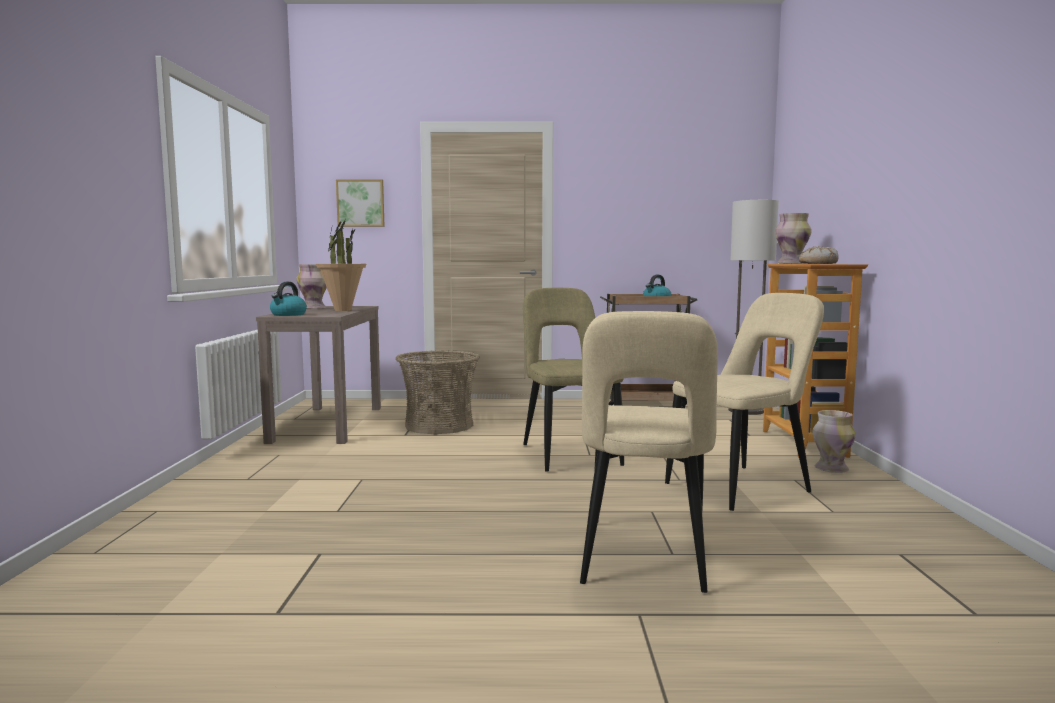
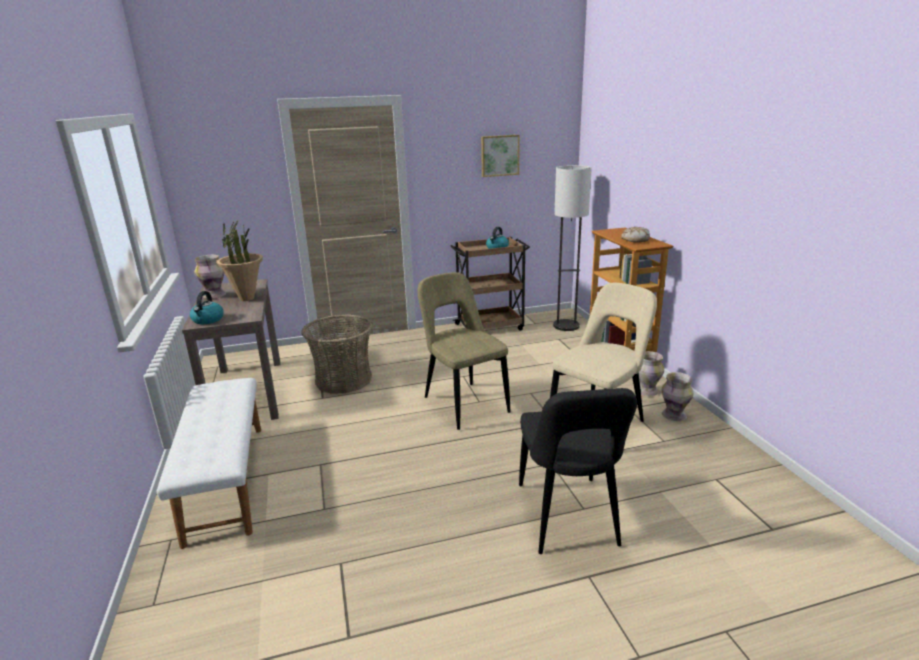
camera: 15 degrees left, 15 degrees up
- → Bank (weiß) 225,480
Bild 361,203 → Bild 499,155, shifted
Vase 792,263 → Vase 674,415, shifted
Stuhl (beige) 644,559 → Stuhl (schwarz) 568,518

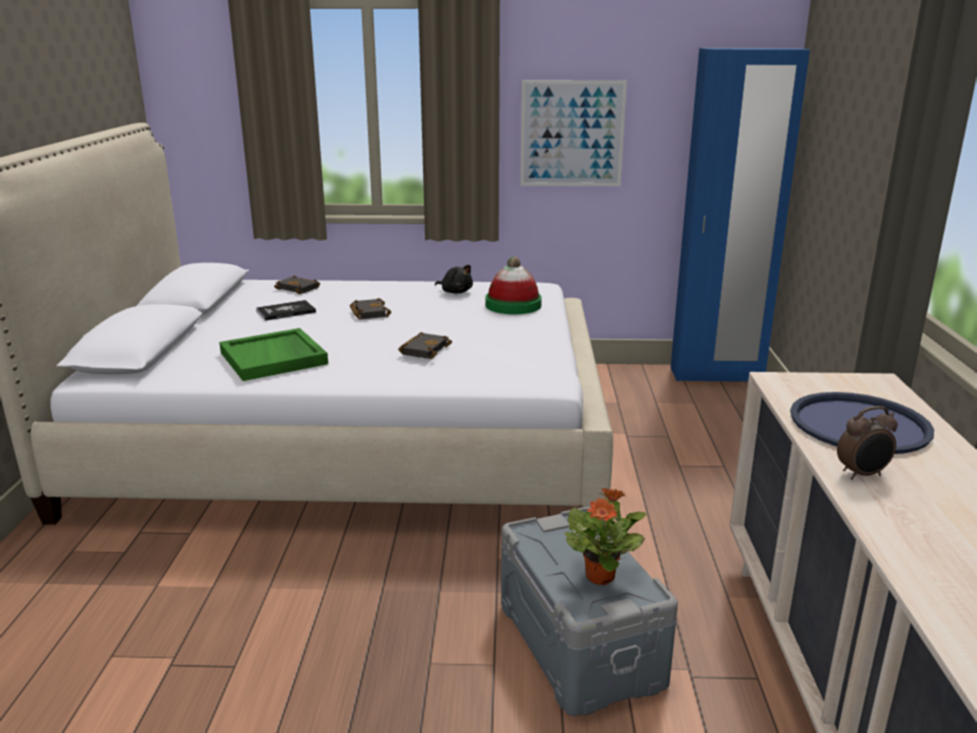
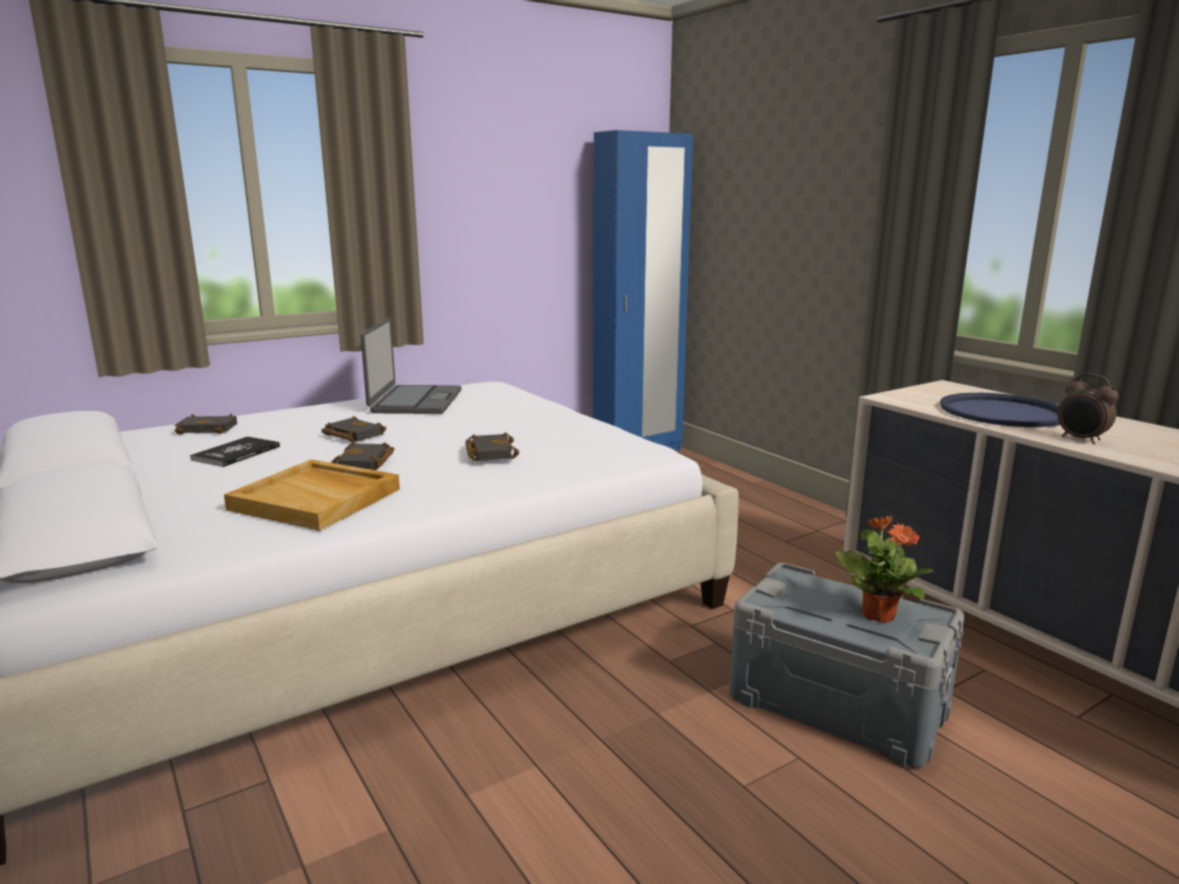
camera: 35 degrees left, 5 degrees down
Hut 513,305 → -
Bild 572,134 → -
- → Buch (schwarz) 365,463
Plüschtier (schwarz) 455,292 → Laptop 415,401
Tablett (grün) 274,358 → Tablett (beige) 317,499
Wecker 862,475 → Wecker 1081,439, 105 degrees clockwise

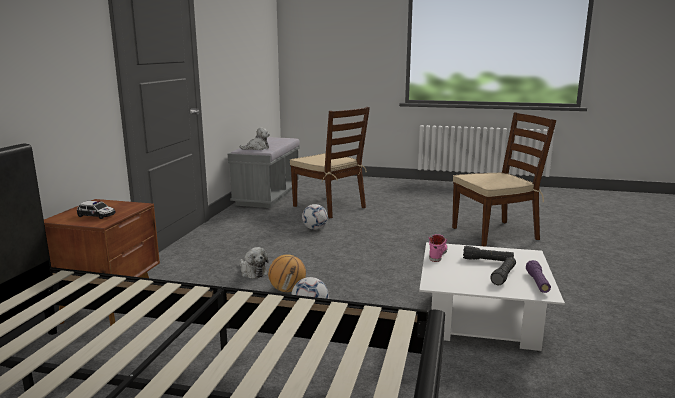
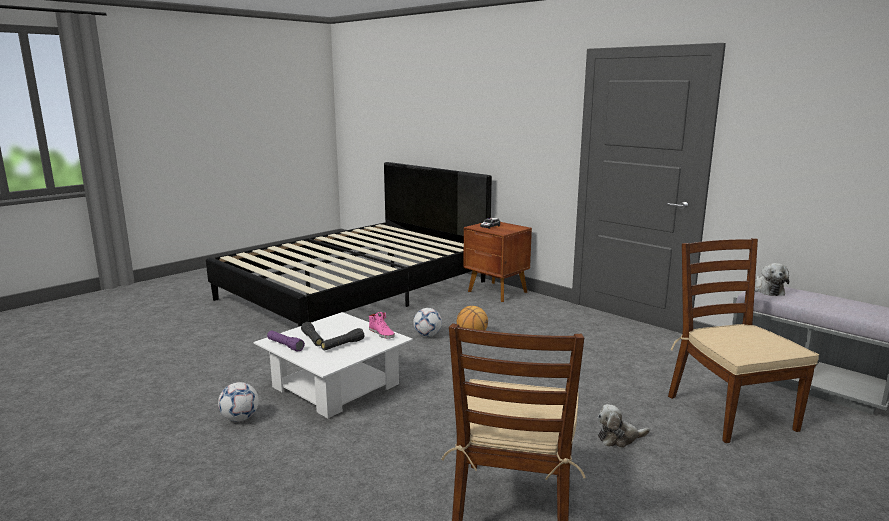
camera: 120 degrees right, 0 degrees up
Plüschtier 252,272 → Plüschtier 619,438, shifted
Fußball 315,229 → Fußball 240,418, shifted
Stuhl (braun) 330,207 → Stuhl (braun) 729,412, 90 degrees clockwise

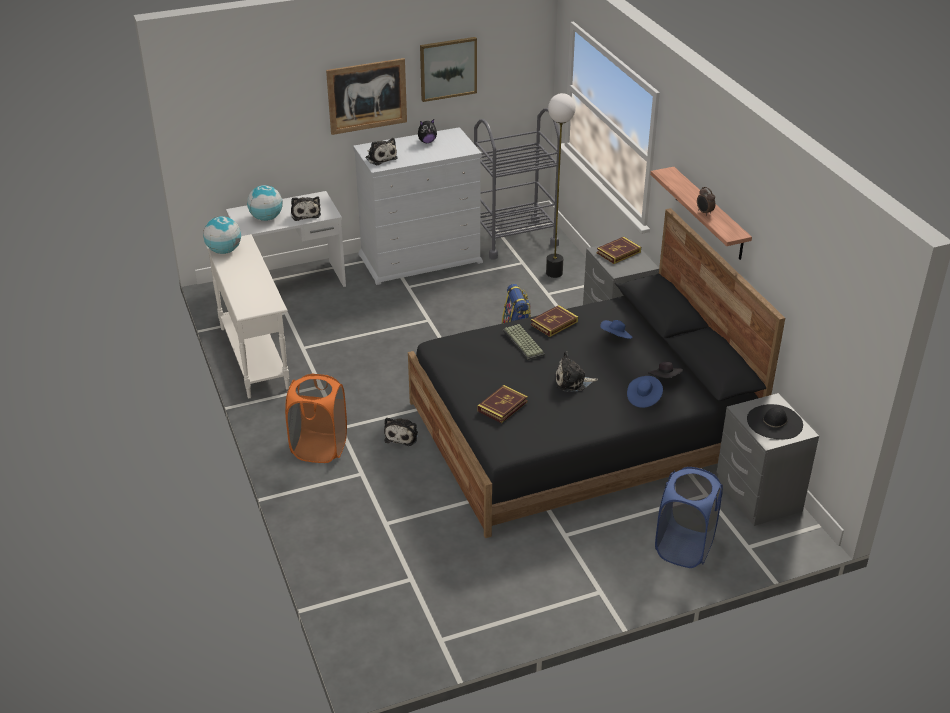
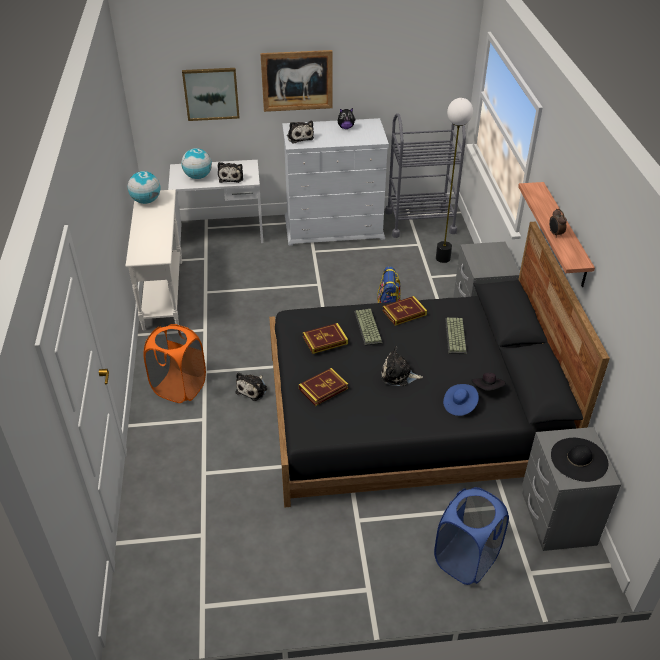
camera: 15 degrees right, 5 degrees up
Bild 448,68 → Bild 211,93, shifted
Buch 618,252 → Buch 325,340, shifted
Hut (blau) 616,337 → Tastatur 456,336

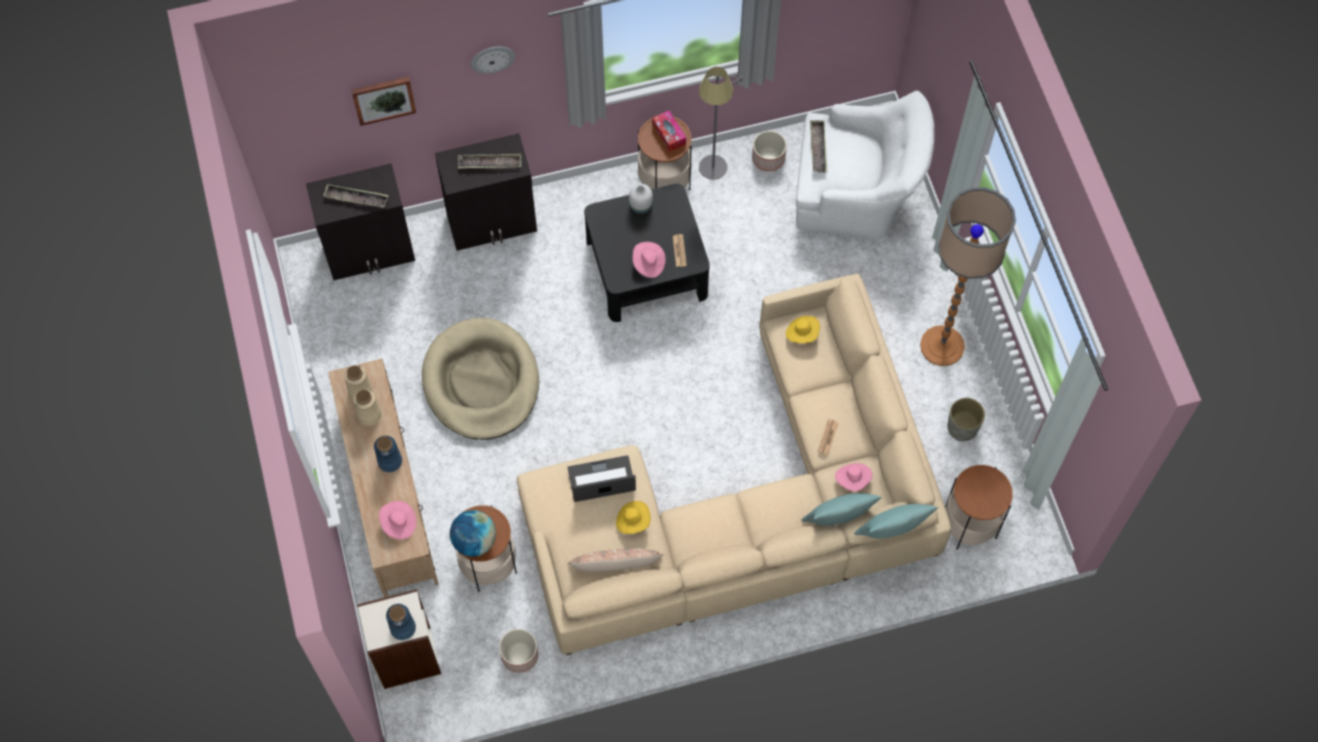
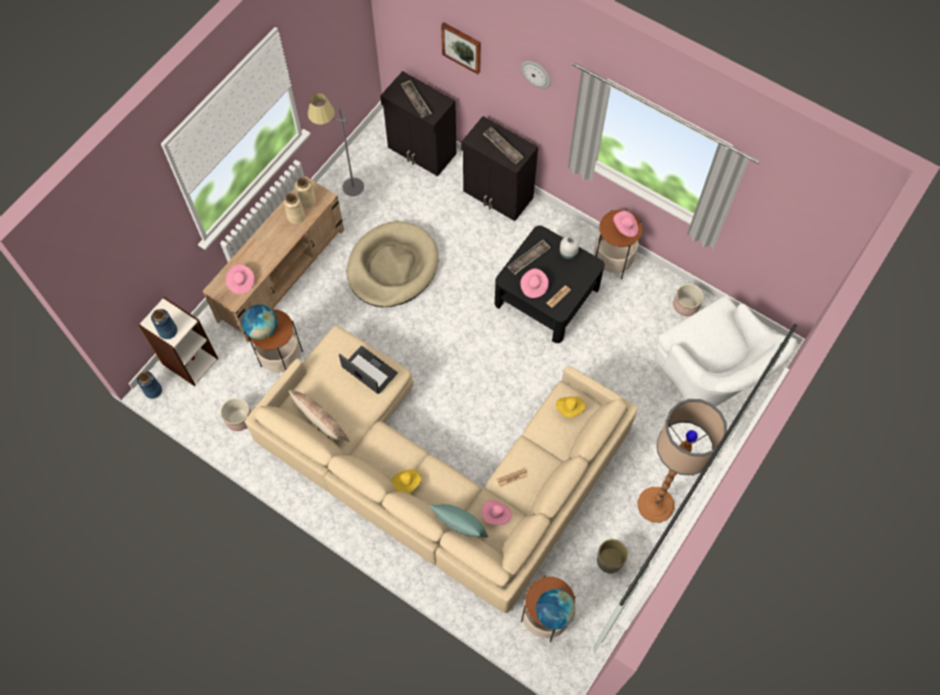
camera: 50 degrees right, 0 degrees up
Kissen (türkis) 891,533 → -
- → Globus 554,613
Vase (blau) 390,461 → Vase (blau) 153,390, shifted
Hut (gelb) 633,521 → Hut (gelb) 407,483, shifted
Stehlampe (grau) 713,178 → Stehlampe (grau) 345,192, shifted
Tablett 818,148 → Tablett 528,259, shifted
Taschentuchbox 669,134 → Hut (rosa) 625,228

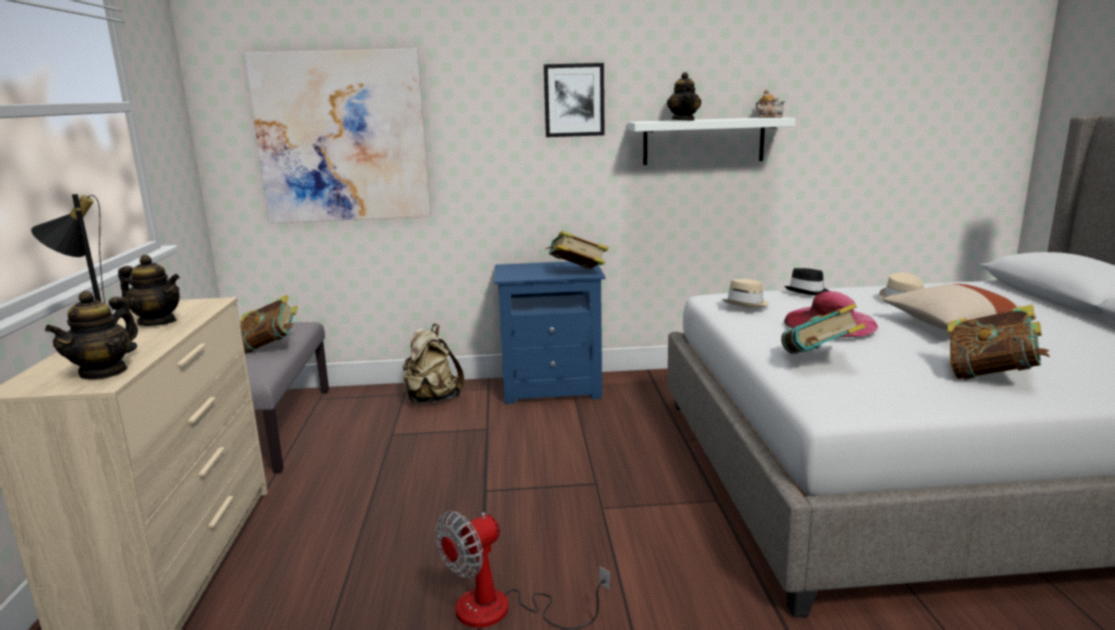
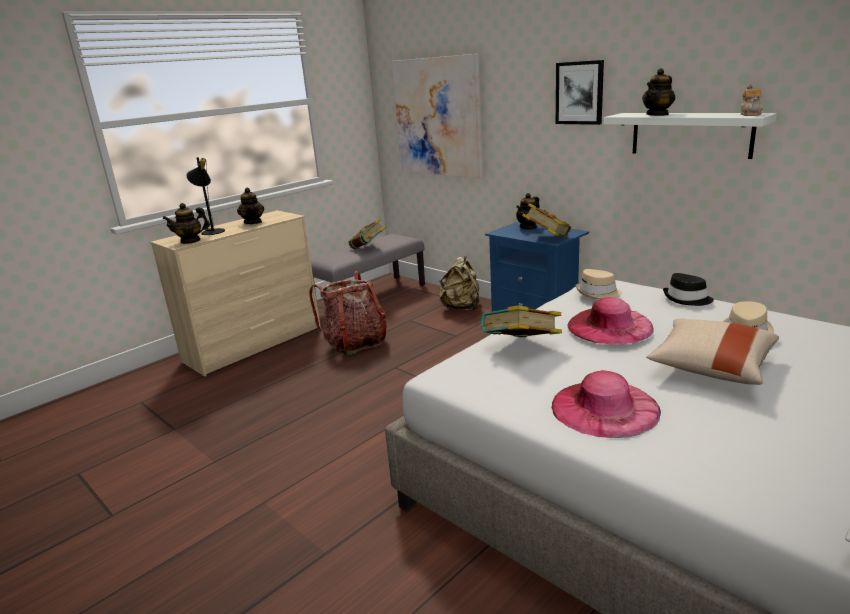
camera: 50 degrees right, 5 degrees up
Ventilator 502,611 → -
- → Rucksack 355,343
- → Teekanne 528,227
Buch 990,375 → Hut (rosa) 604,407

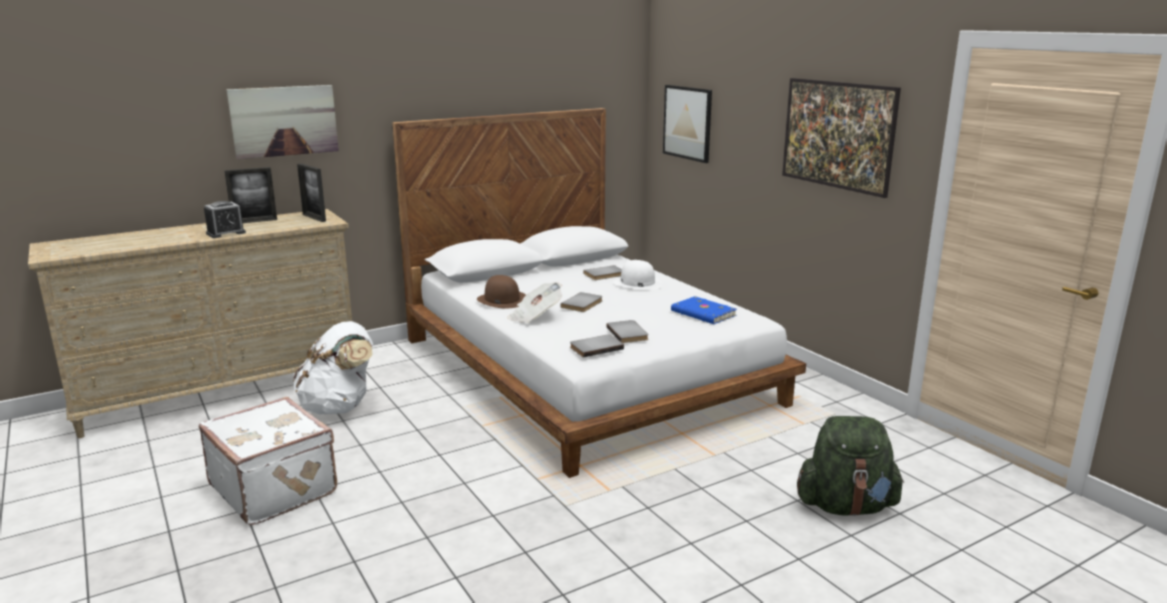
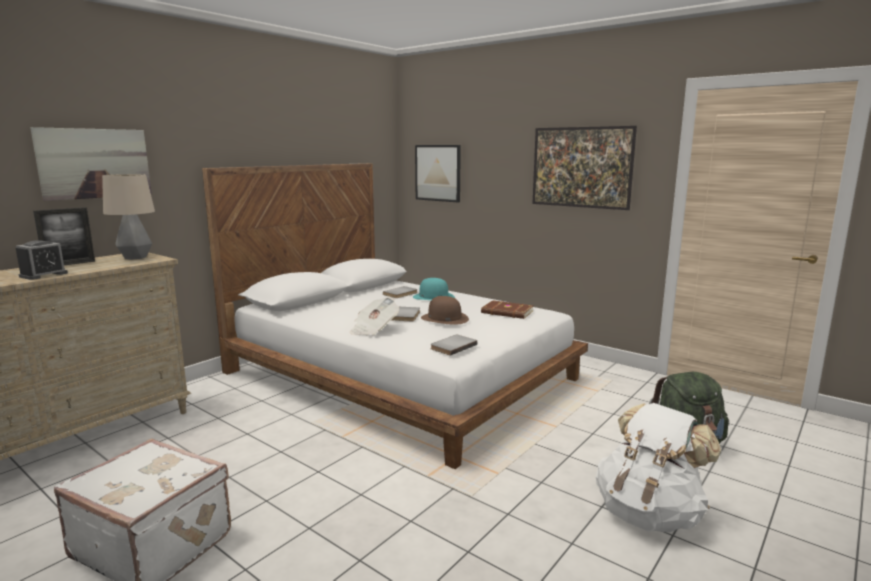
camera: 20 degrees left, 5 degrees down
Buch (grau) 629,333 → -
Rucksack (weiß) 339,407 → Rucksack (weiß) 649,513, shifted
Hut (braun) 501,300 → Hut (braun) 444,318, shifted
Bilderrahmen 314,218 → Tischlampe 136,257
Hut (weiß) 637,283 → Hut (türkis) 433,297
Buch (blau) 703,313 → Buch (braun) 507,312

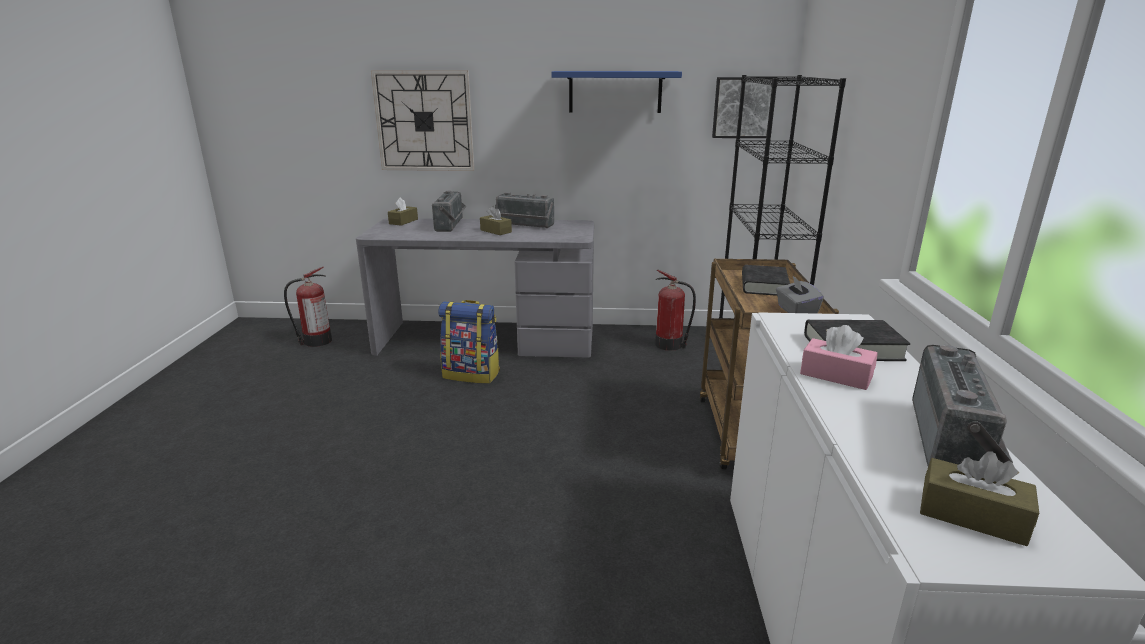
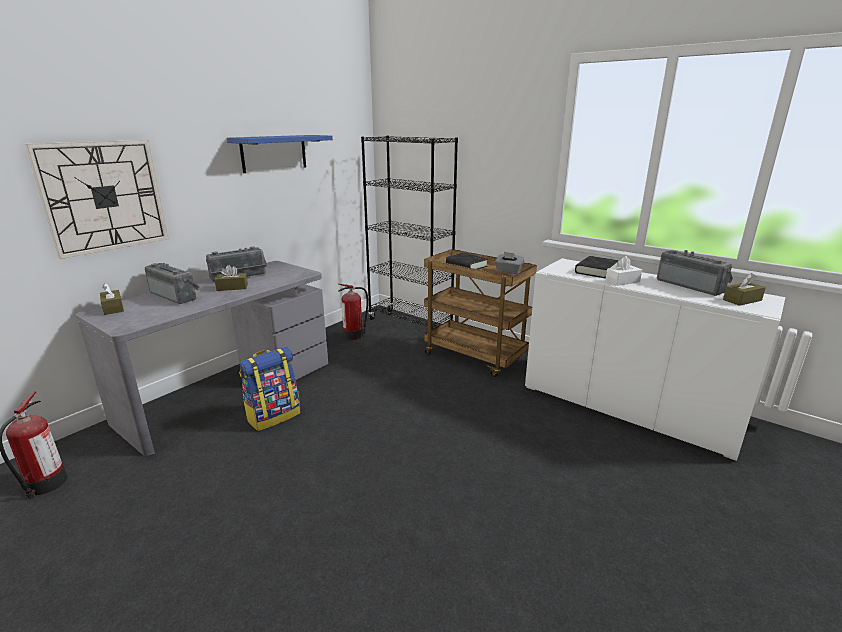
camera: 55 degrees left, 0 degrees up
Bild 743,107 → -
Taschentuchbox (rosa) 836,375 → Taschentuchbox (weiß) 622,281

